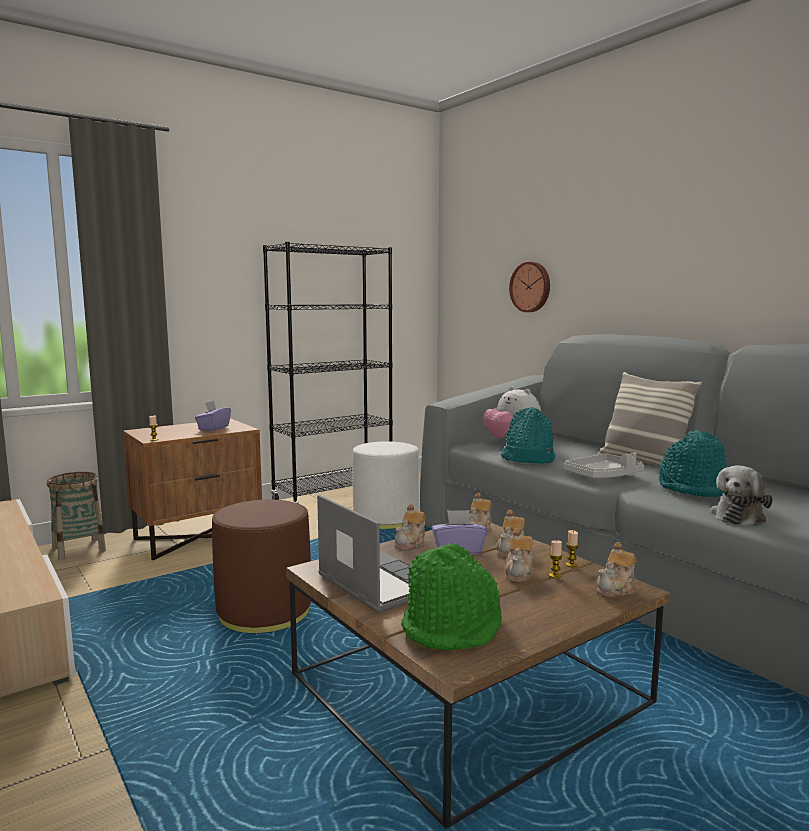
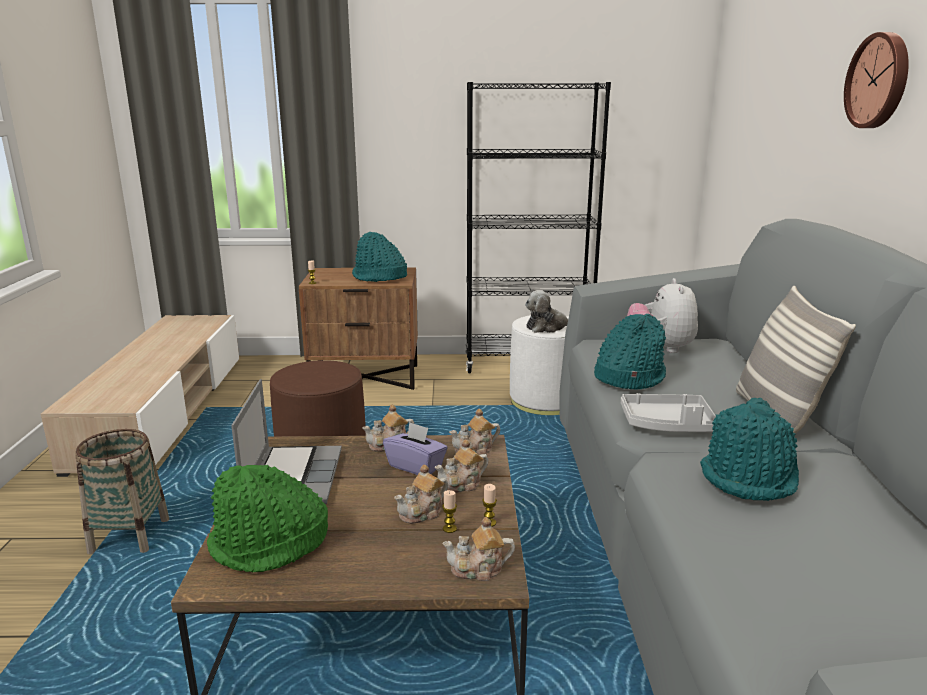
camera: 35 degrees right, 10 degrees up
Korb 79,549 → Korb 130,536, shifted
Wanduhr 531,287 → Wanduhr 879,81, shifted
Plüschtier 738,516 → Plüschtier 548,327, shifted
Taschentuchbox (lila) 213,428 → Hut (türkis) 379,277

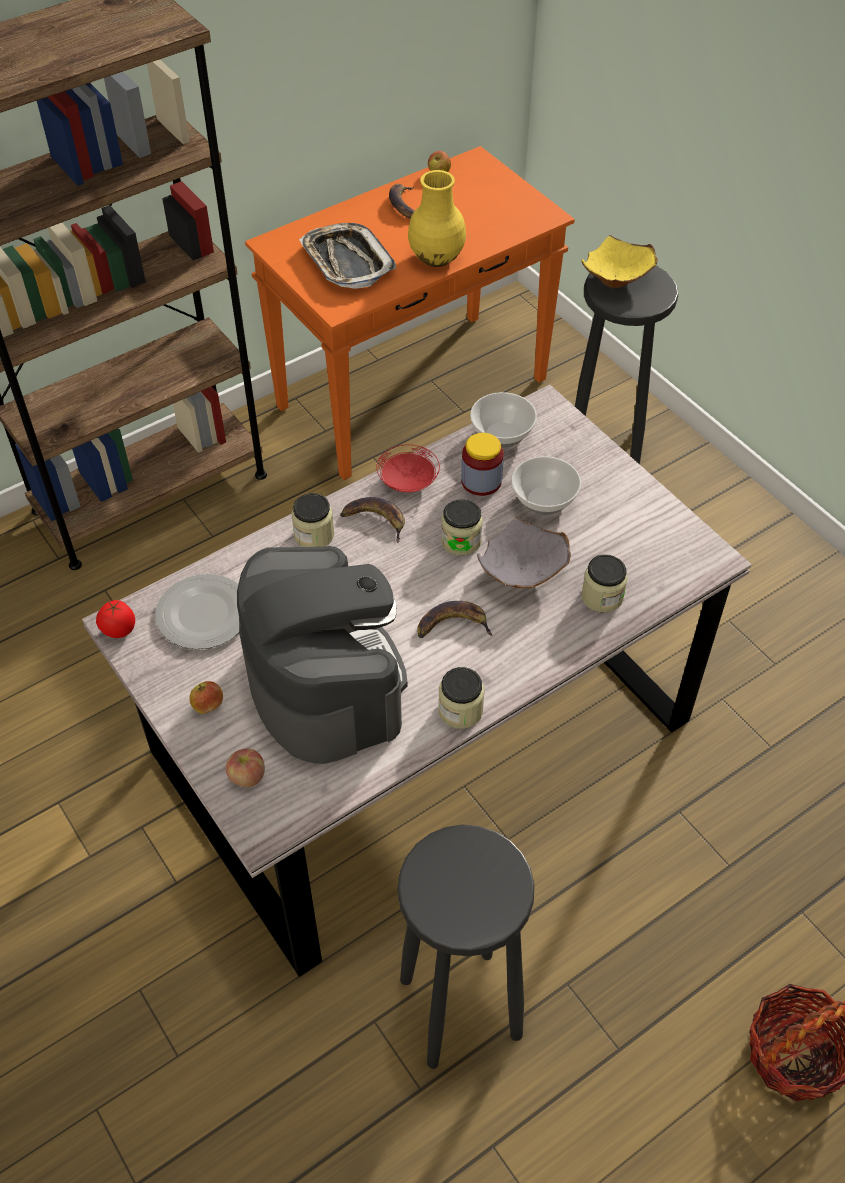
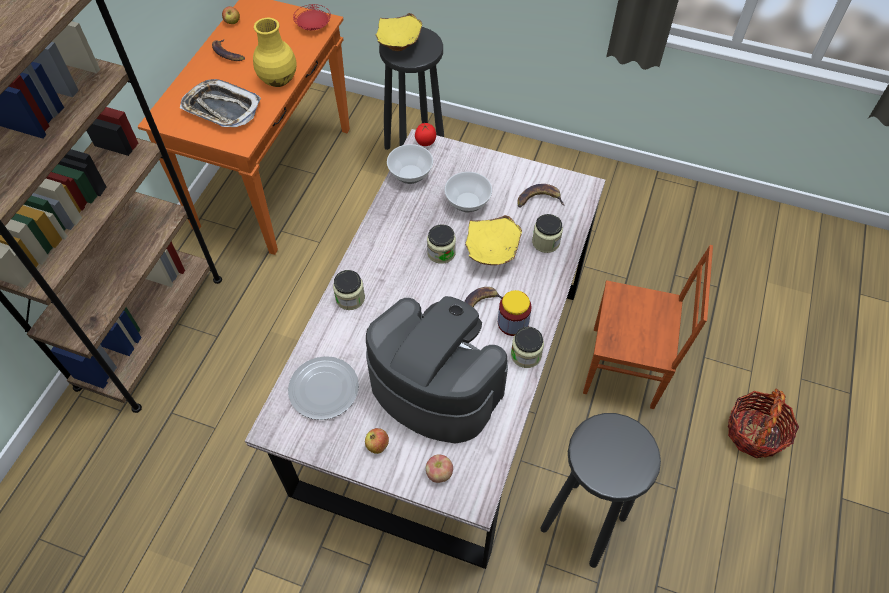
camera: 35 degrees left, 5 degrees up
- → Stuhl (braun) 624,368
Tomate 119,630 → Tomate 425,143, shifted
Banane 376,520 → Banane 539,199, shifted
Teller (rot) 407,481 → Teller (rot) 313,26, shifted
Vorratsglas 481,481 → Vorratsglas 513,323, shifted
Schüssel (grau) 523,574 → Schüssel (gelb) 492,253

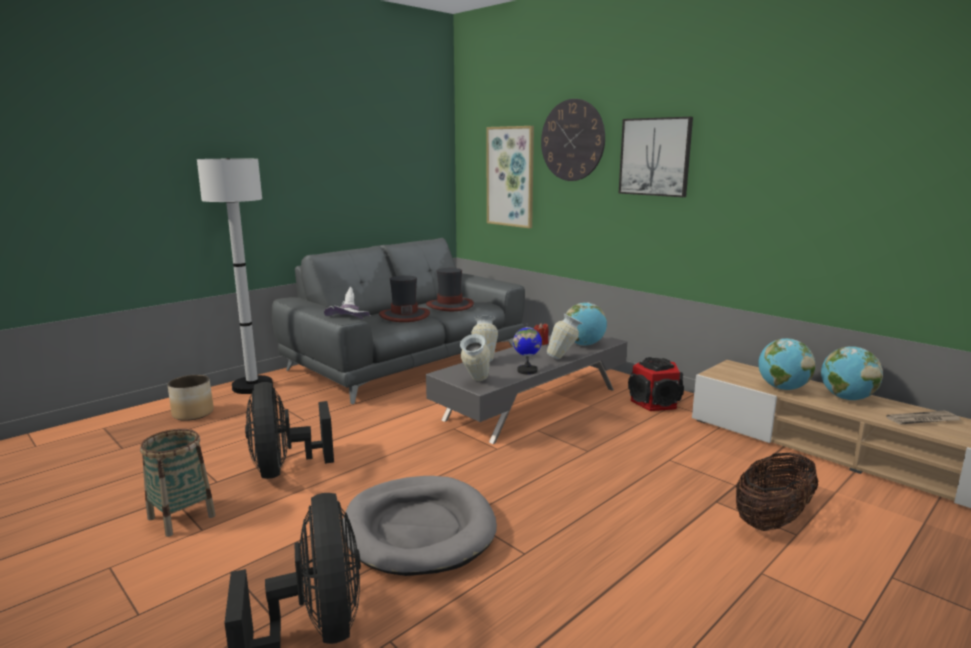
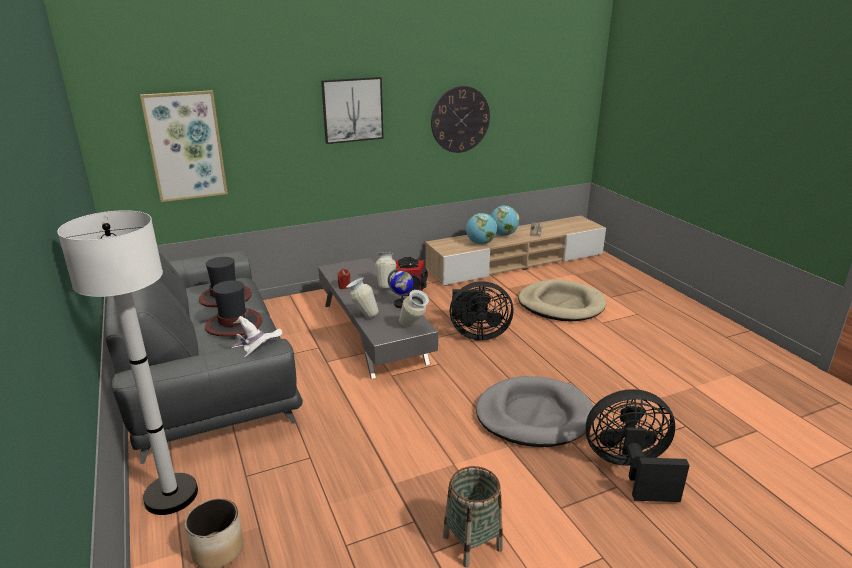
camera: 70 degrees left, 10 degrees up
Globus 584,345 → -
Ventilator (schwarz) 284,469 → Ventilator (schwarz) 477,334, shifted
Wanduhr 572,140 → Wanduhr 460,119, shifted
Korb 772,520 → Hundebett (beige) 561,304

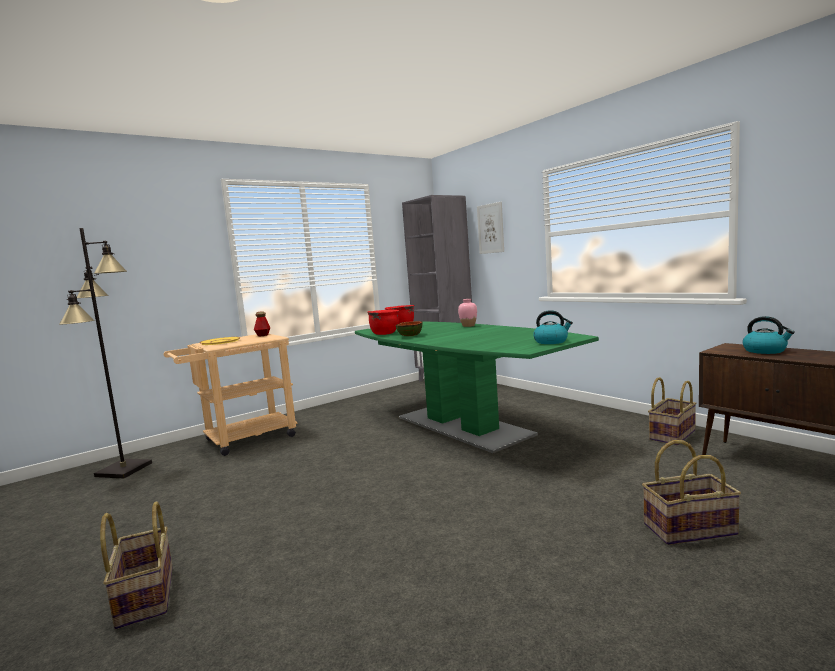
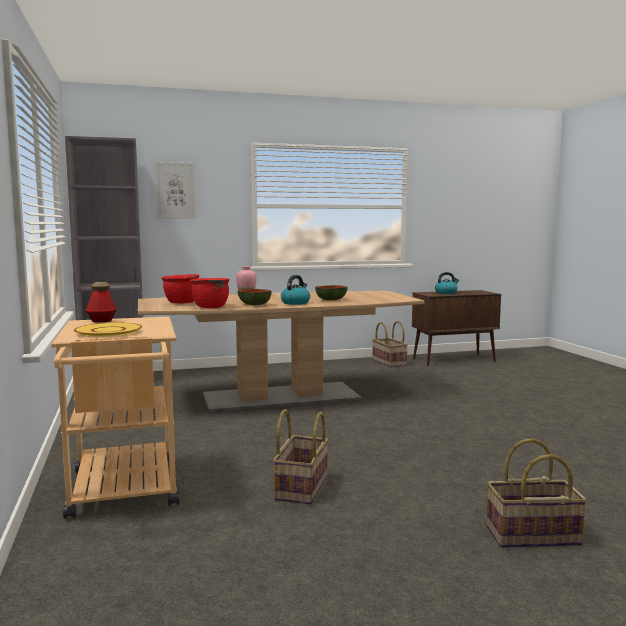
camera: 70 degrees left, 0 degrees up
Stehlampe (schwarz) 124,470 → -
- → Schüssel 331,300
Wasserkessel 551,341 → Wasserkessel 295,303, shifted
Korb 689,528 → Korb 301,487, shifted
Esstisch (grün) 462,425 → Esstisch (braun) 280,397

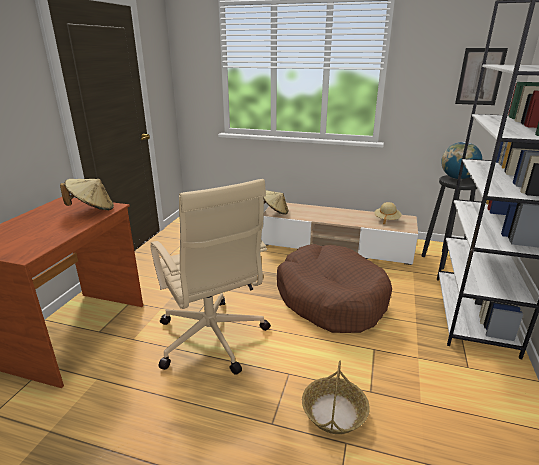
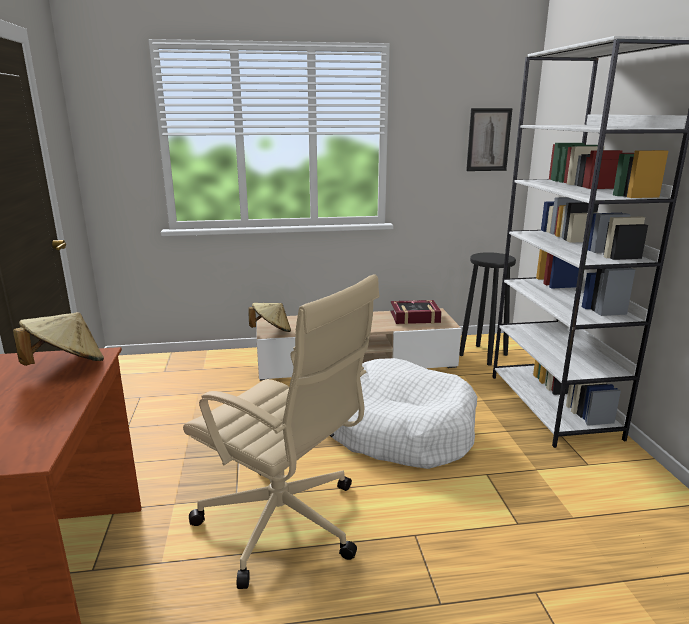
camera: 25 degrees left, 5 degrees down
Korb 334,412 → -
Globus 457,178 → -
Hut (beige) 386,219 → Buch 415,317
Hundebett (braun) 330,299 → Hundebett (weiß) 397,429

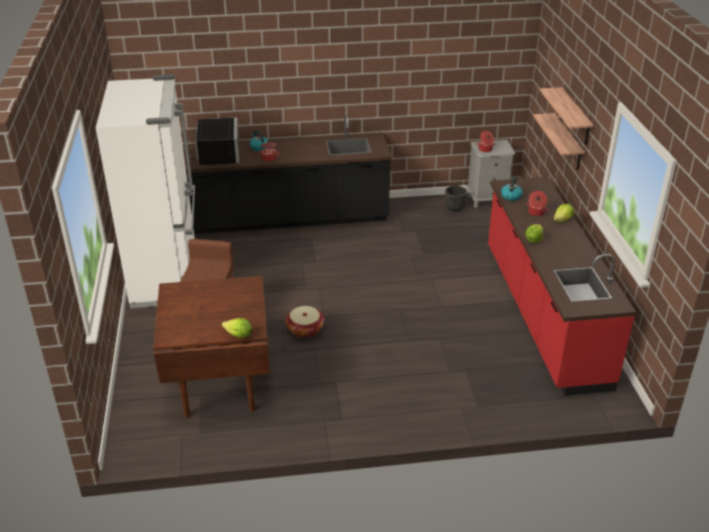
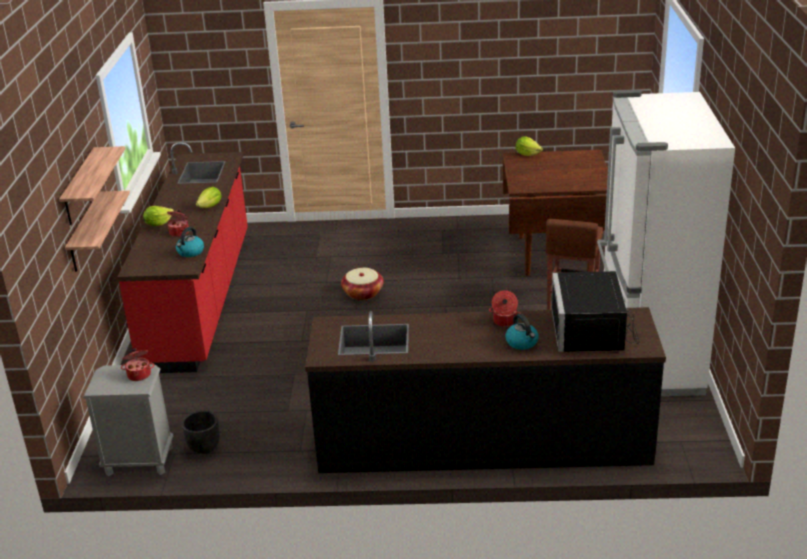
camera: 170 degrees left, 5 degrees down
Korb 305,329 → Korb 363,293, shifted

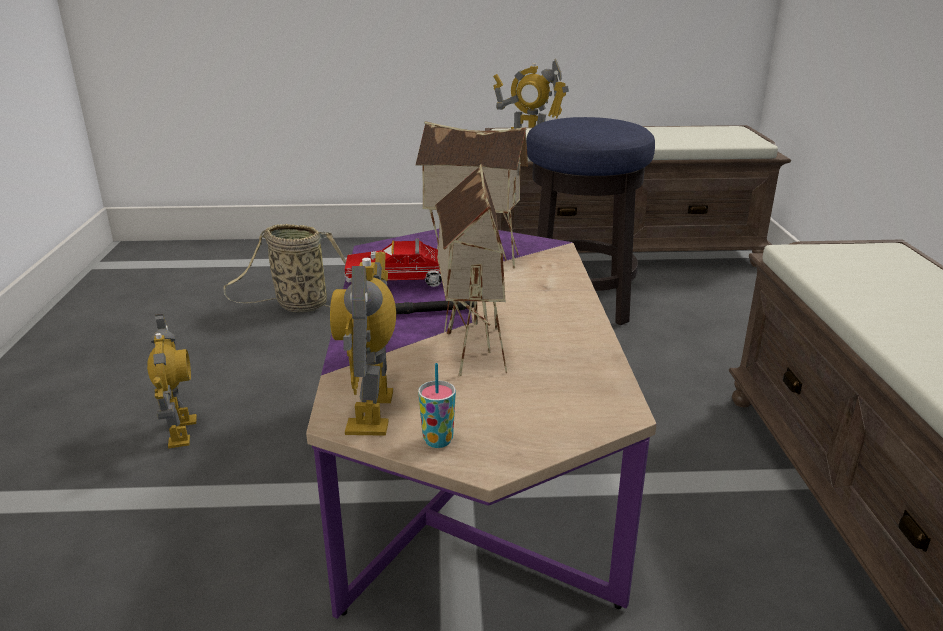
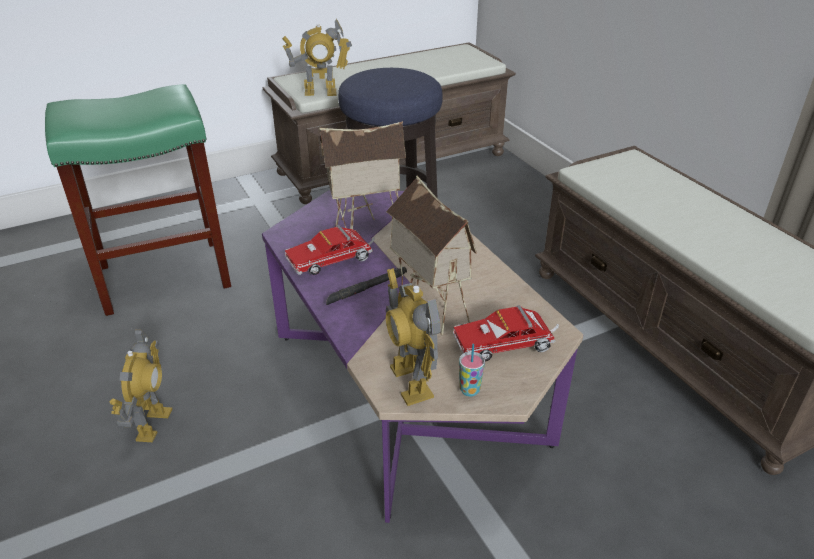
camera: 25 degrees left, 10 degrees up
- → Spielzeuglaster 507,345
Korb 298,305 → Hocker (grün) 162,277
Spielzeugroboter 180,431 → Spielzeugroboter 153,424, 45 degrees clockwise

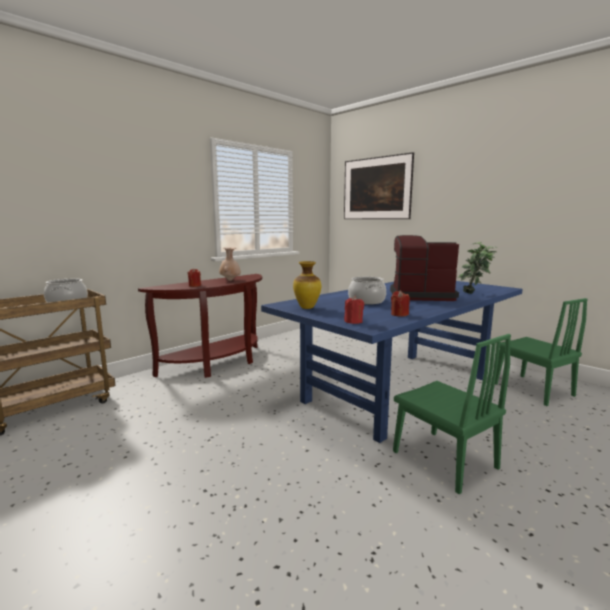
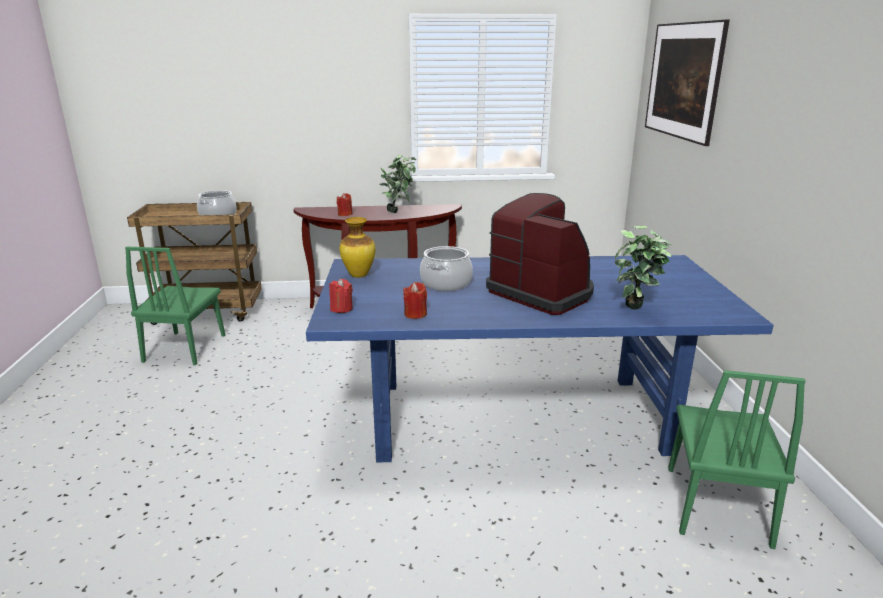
camera: 40 degrees right, 10 degrees up
Stuhl (grün) 444,459 → Stuhl (grün) 185,348, shifted
Vase (beige) 230,280 → Topfpflanze 399,212

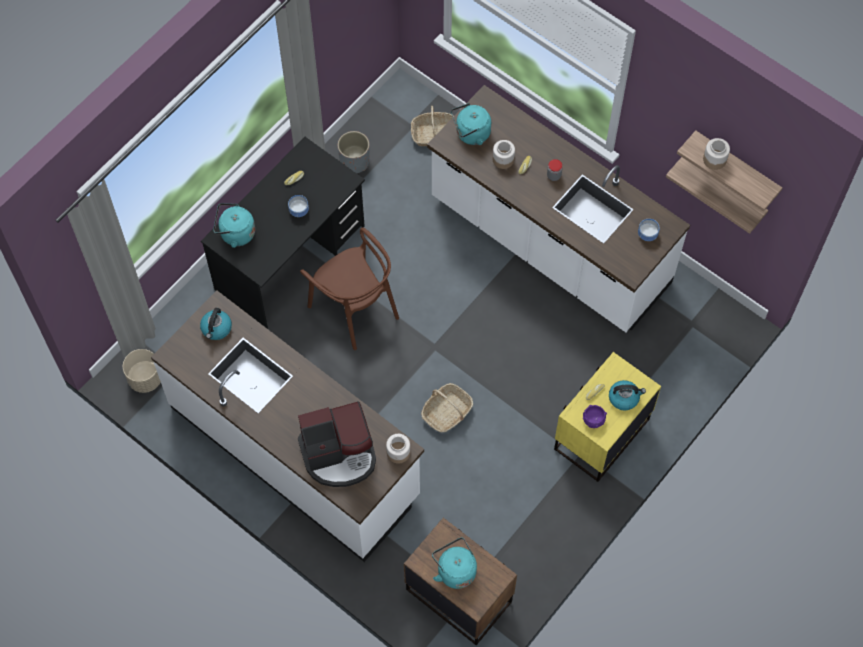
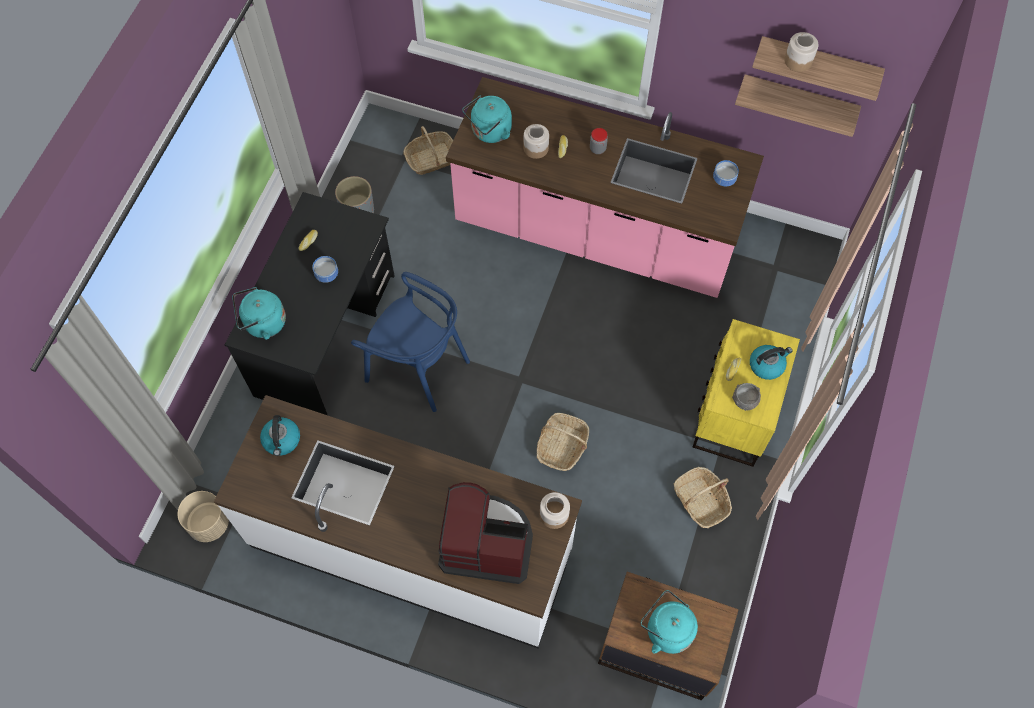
camera: 20 degrees left, 0 degrees up
- → Korb 701,501
Stuhl (braun) 355,309 → Stuhl (blau) 418,367
Küchenzeile (weiß) 549,243 → Küchenzeile (rosa) 595,232
Schüssel (lila) 593,419 → Schüssel (grau) 745,400
Kaffeemaschine 339,454 → Kaffeemaschine 486,542, 135 degrees counterclockwise

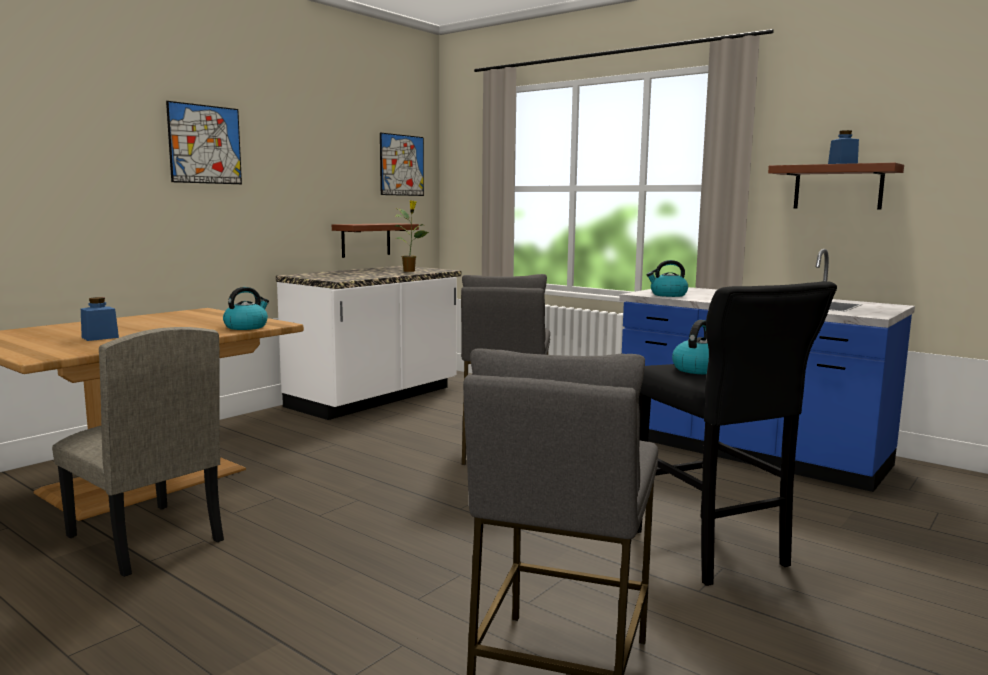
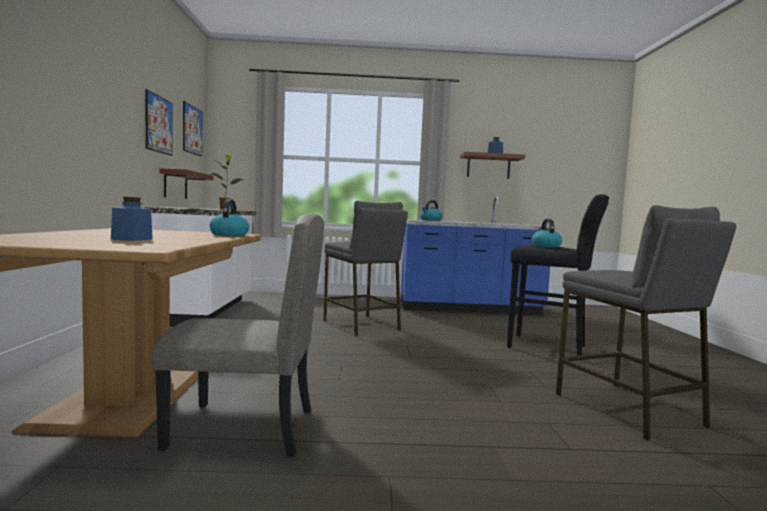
camera: 40 degrees left, 5 degrees down
Bild 205,144 → Bild 159,124, shifted

